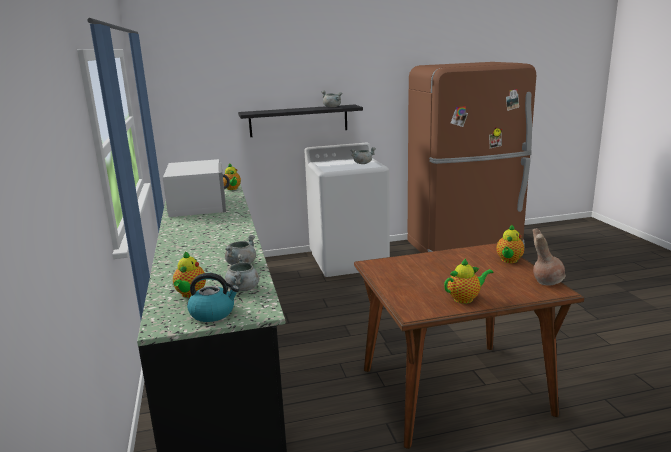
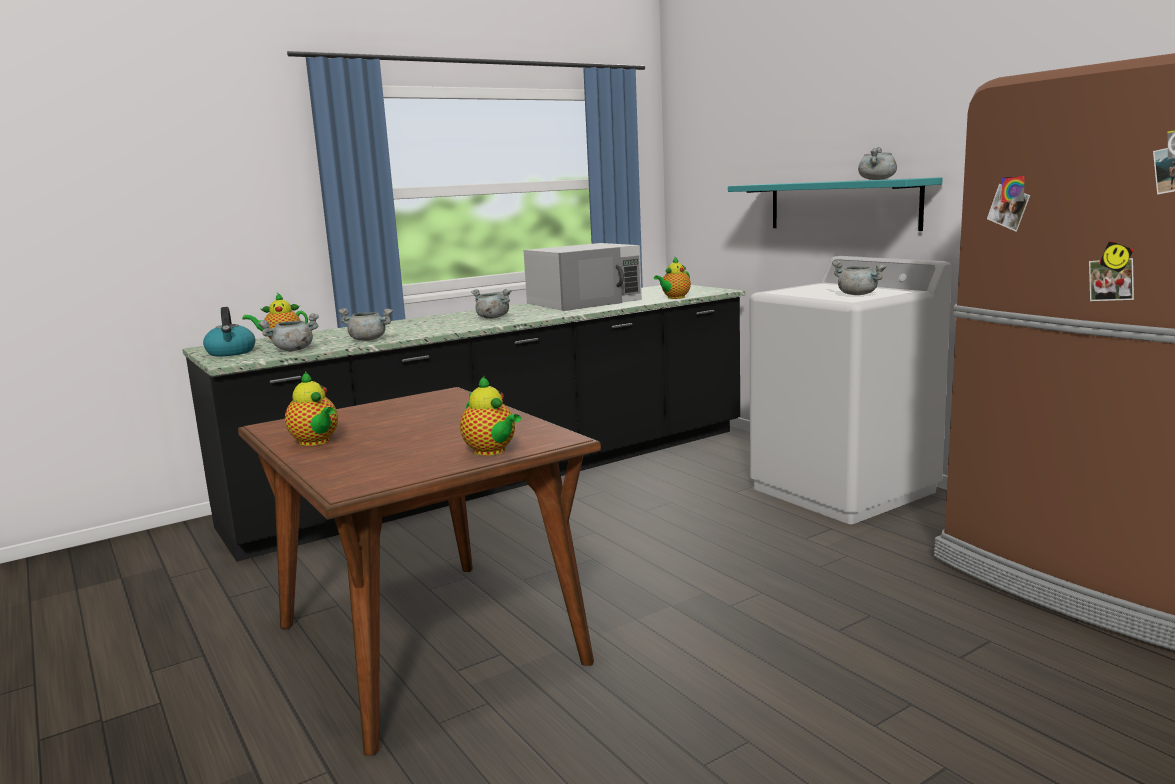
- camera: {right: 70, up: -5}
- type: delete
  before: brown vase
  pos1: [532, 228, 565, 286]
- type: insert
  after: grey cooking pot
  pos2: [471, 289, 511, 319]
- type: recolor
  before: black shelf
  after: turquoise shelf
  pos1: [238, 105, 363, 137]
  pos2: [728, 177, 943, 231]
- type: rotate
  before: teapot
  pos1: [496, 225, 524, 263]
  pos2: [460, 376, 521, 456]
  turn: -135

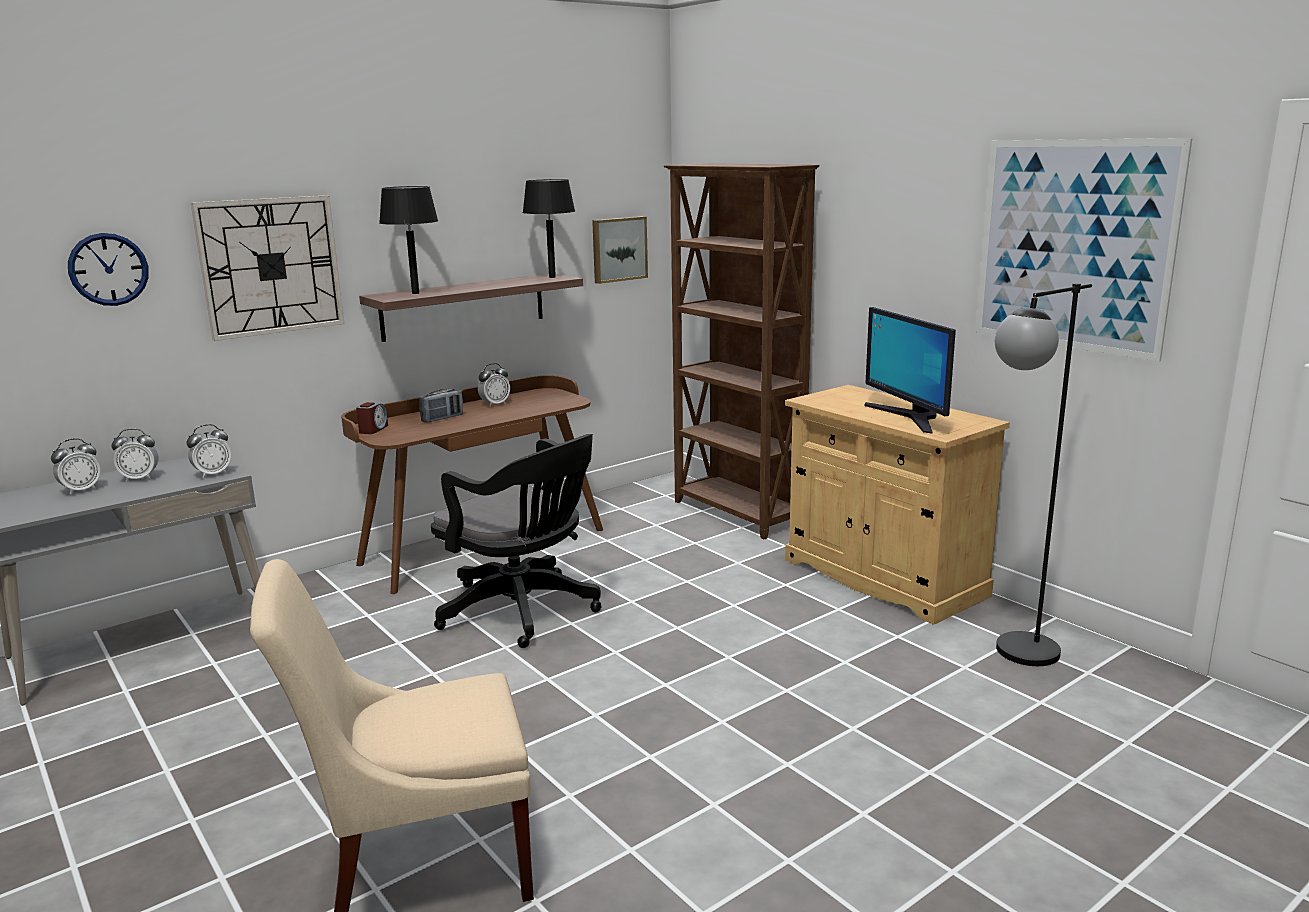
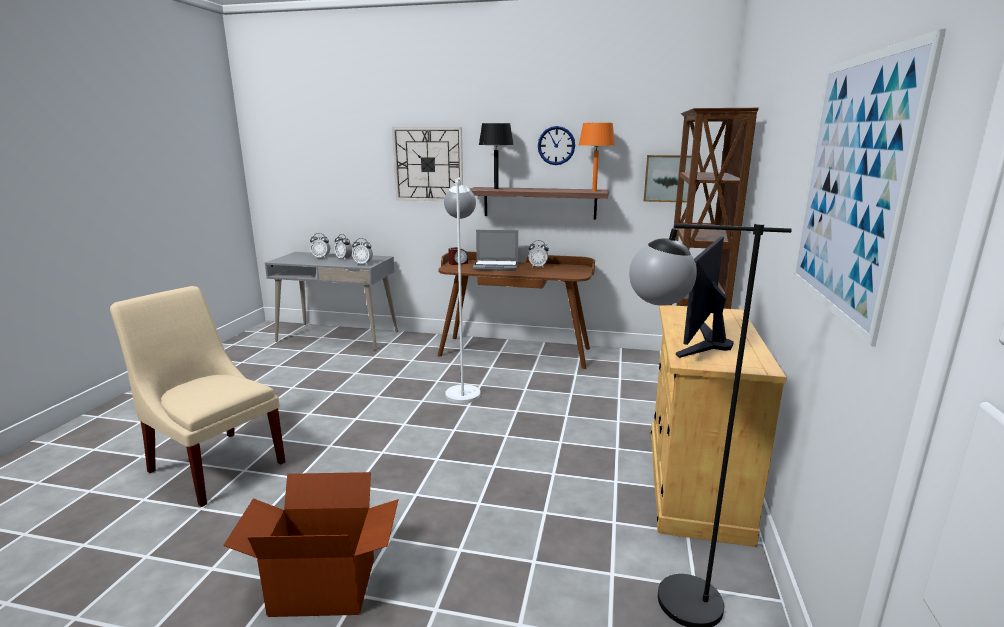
- camera: {right: 50, up: 0}
- type: insert
  after: cardboard box
  pos2: [223, 472, 399, 617]
- type: move
  before: wall clock
  pos1: [68, 233, 149, 306]
  pos2: [538, 126, 575, 165]
- type: replace
  before: radio
  after: laptop
  pos1: [419, 389, 463, 423]
  pos2: [473, 230, 518, 271]
- type: replace
  before: black office chair
  after: white floor lamp
  pos1: [431, 434, 601, 648]
  pos2: [444, 177, 481, 403]
- type: recolor
  before: black table lamp
  after: orange table lamp
  pos1: [522, 179, 575, 278]
  pos2: [579, 123, 615, 191]

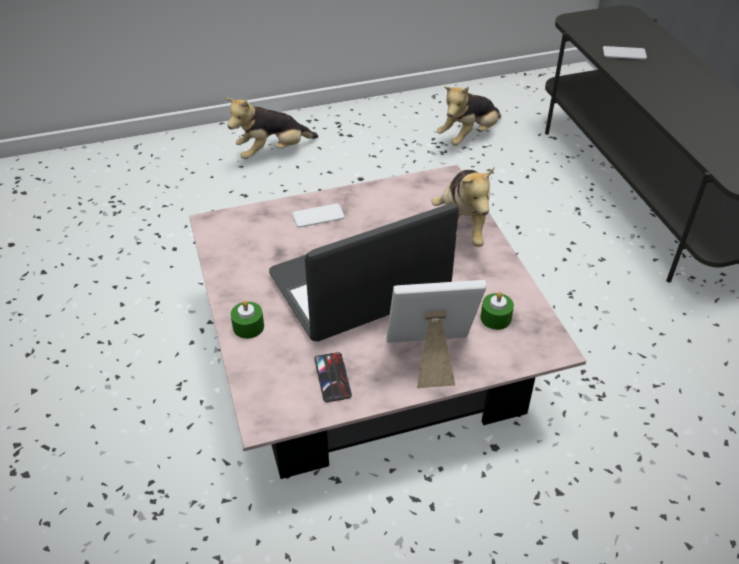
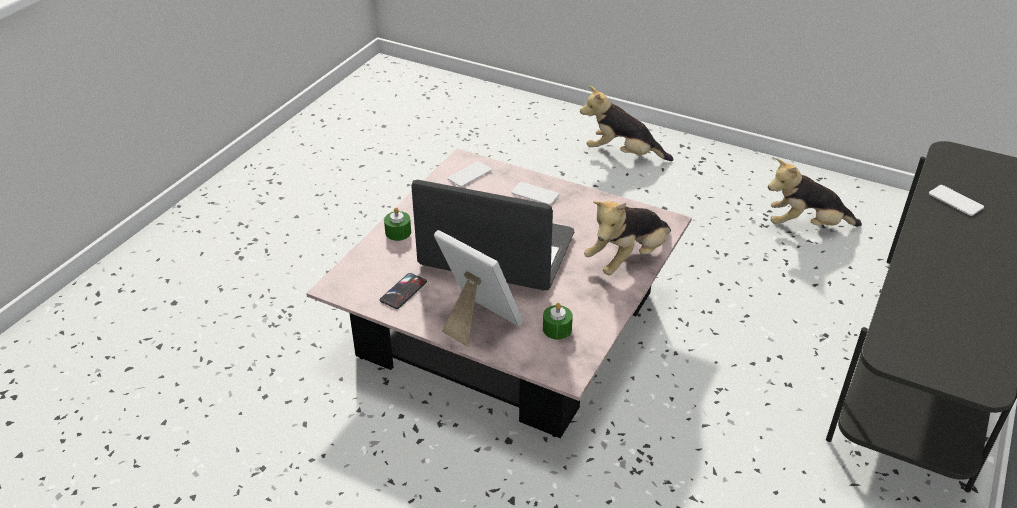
- camera: {right: 45, up: -5}
- type: insert
  after: phone
  pos2: [448, 161, 492, 187]

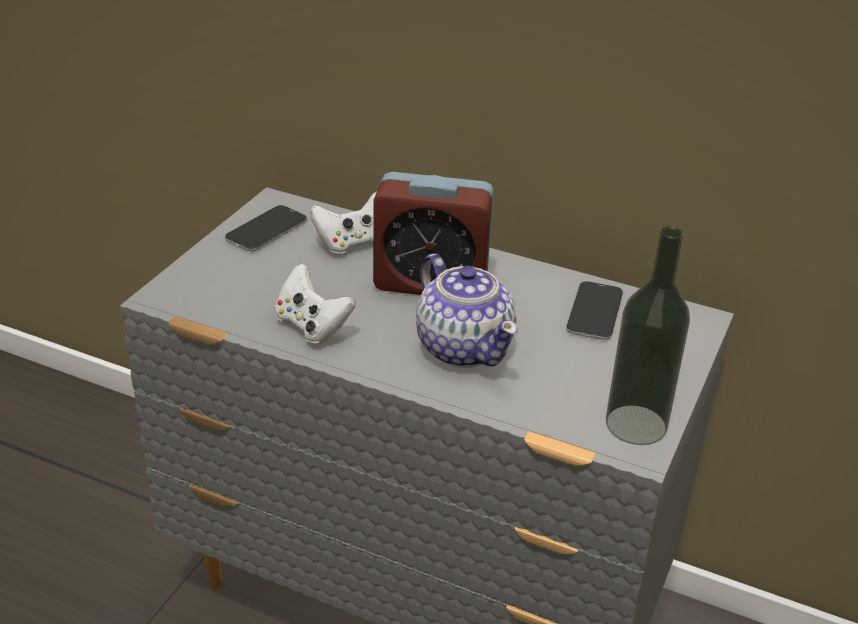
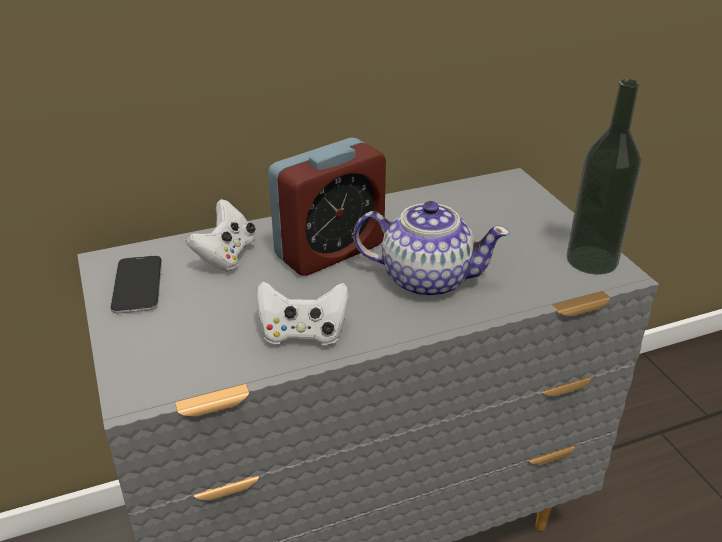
- camera: {right: -45, up: 0}
- type: delete
  before: phone
  pos1: [566, 281, 623, 340]

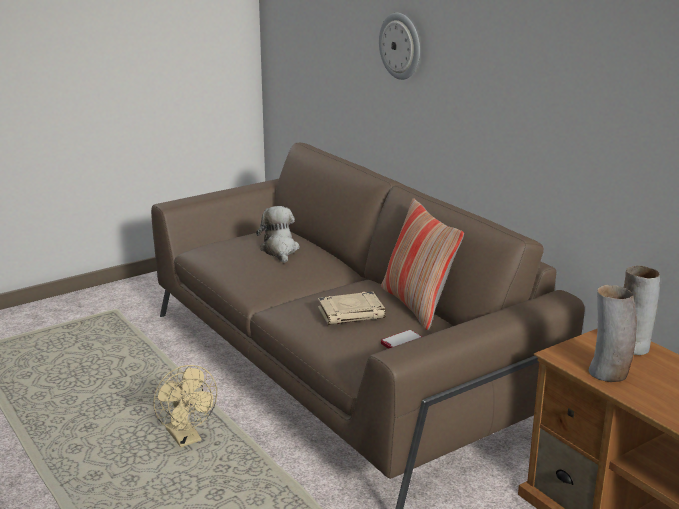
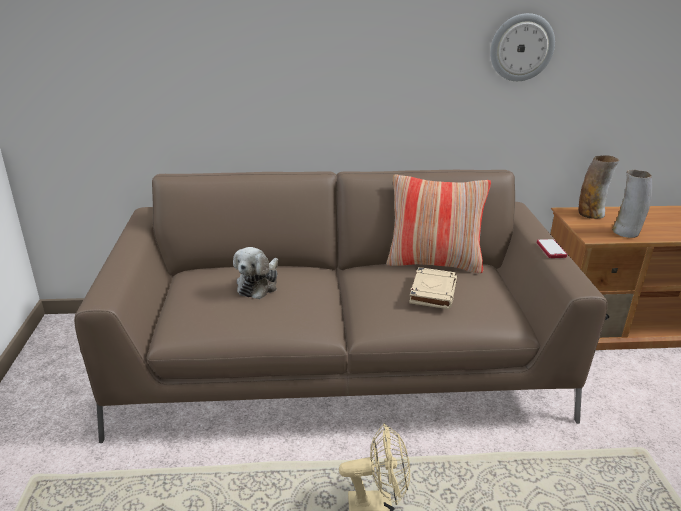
- camera: {right: -60, up: 5}
- type: move
  before: wall clock
  pos1: [379, 13, 420, 80]
  pos2: [490, 13, 555, 81]
- type: move
  before: phone
  pos1: [381, 330, 422, 349]
  pos2: [537, 239, 567, 258]
- type: rotate
  before: plush toy
  pos1: [256, 206, 300, 263]
  pos2: [233, 247, 278, 299]
  turn: -90

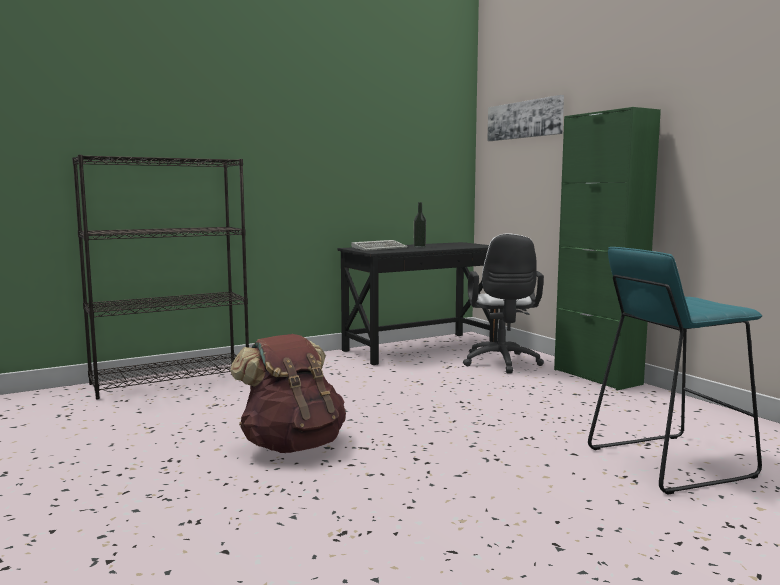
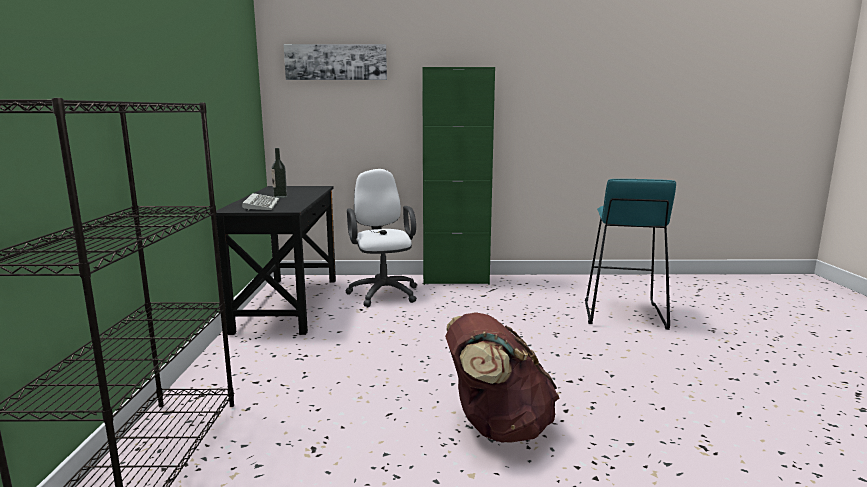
- camera: {right: -60, up: 5}
- type: rotate
  before: white office chair
  pos1: [463, 233, 544, 373]
  pos2: [345, 169, 417, 307]
  turn: -135

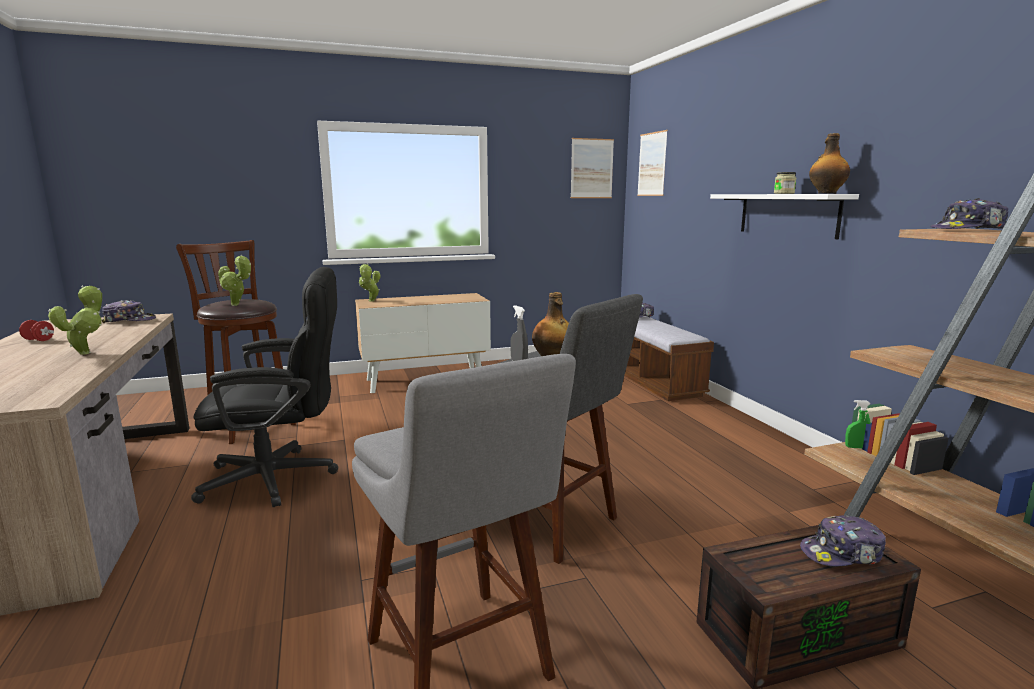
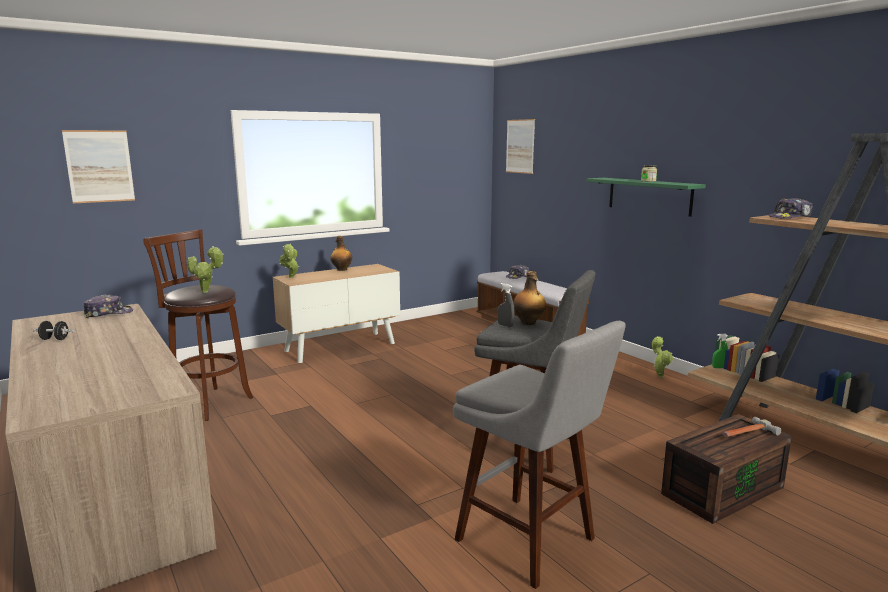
- camera: {right: -15, up: 0}
- type: delete
  before: black office chair
  pos1: [191, 267, 338, 507]
- type: move
  before: potted plant
  pos1: [48, 285, 102, 355]
  pos2: [652, 336, 673, 378]
- type: move
  before: picture
  pos1: [570, 138, 614, 198]
  pos2: [62, 130, 135, 203]
- type: move
  before: bottle
  pos1: [809, 133, 850, 194]
  pos2: [330, 236, 352, 271]
- type: replace
  before: cap
  after: hammer
  pos1: [800, 515, 886, 566]
  pos2: [722, 417, 781, 437]
- type: recolor
  before: red dumbbell
  after: black dumbbell
  pos1: [19, 320, 54, 341]
  pos2: [33, 321, 74, 340]
- type: recolor
  before: white shelf
  after: green shelf
  pos1: [710, 194, 859, 239]
  pos2: [586, 178, 706, 217]

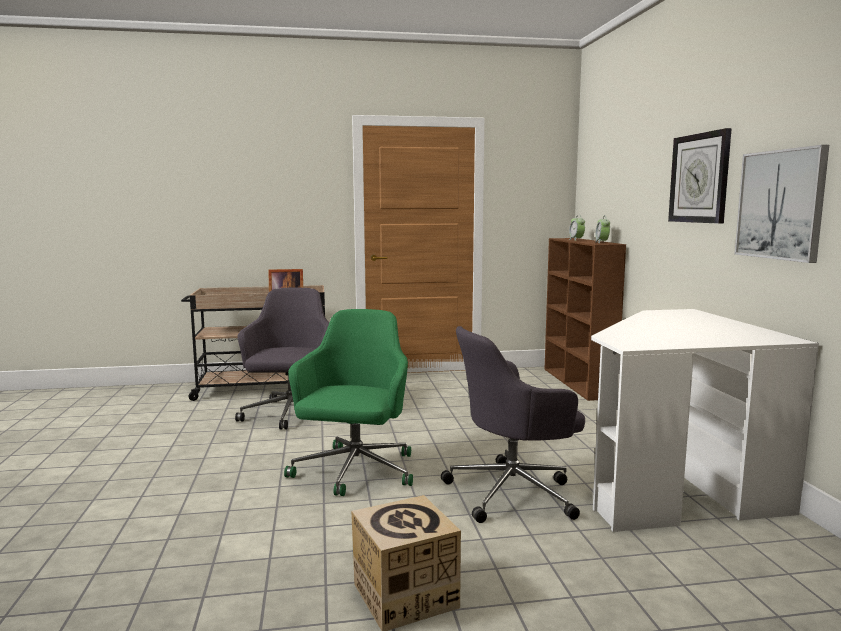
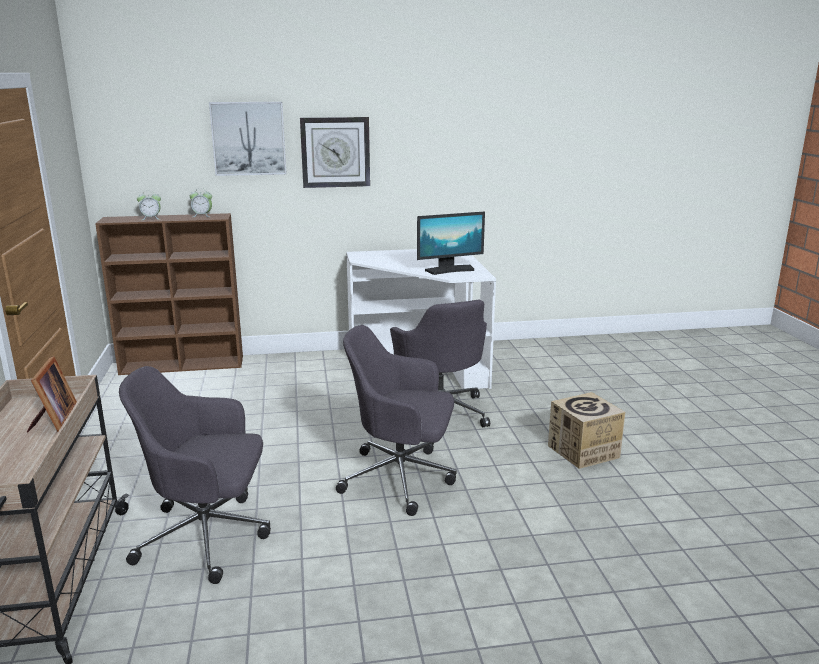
- camera: {right: -90, up: 10}
- type: insert
  after: monitor
  pos2: [417, 211, 485, 275]
- type: move
  before: picture
  pos1: [735, 145, 829, 263]
  pos2: [209, 102, 287, 176]
- type: recolor
  before: green office chair
  after: grey office chair
  pos1: [284, 309, 413, 496]
  pos2: [336, 325, 457, 516]

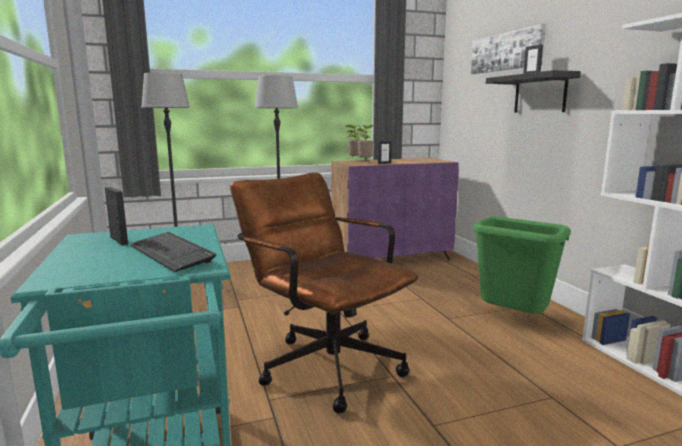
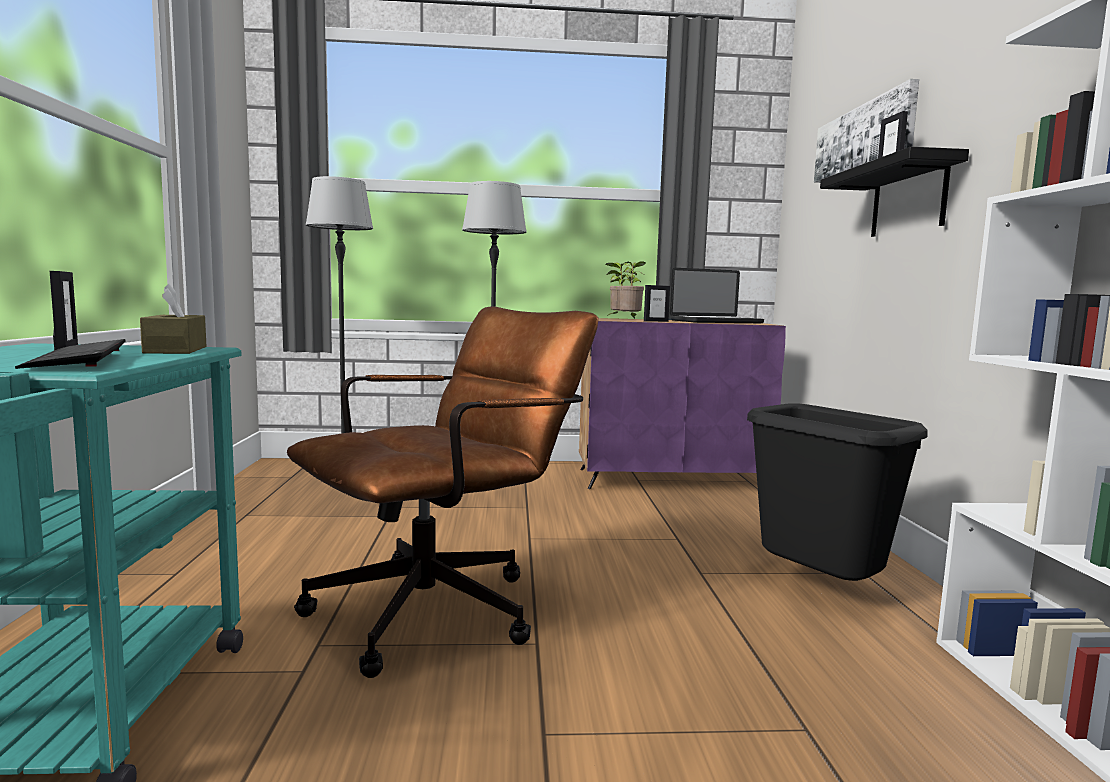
- camera: {right: 15, up: -5}
- type: insert
  after: brown tissue box
  pos2: [140, 283, 206, 354]
- type: insert
  after: laptop
  pos2: [670, 268, 764, 323]
- type: recolor
  before: green trash can
  after: black trash can
  pos1: [473, 216, 571, 314]
  pos2: [747, 403, 928, 581]
- type: rotate
  before: brown office chair
  pos1: [230, 173, 418, 413]
  pos2: [287, 306, 599, 678]
  turn: 75

